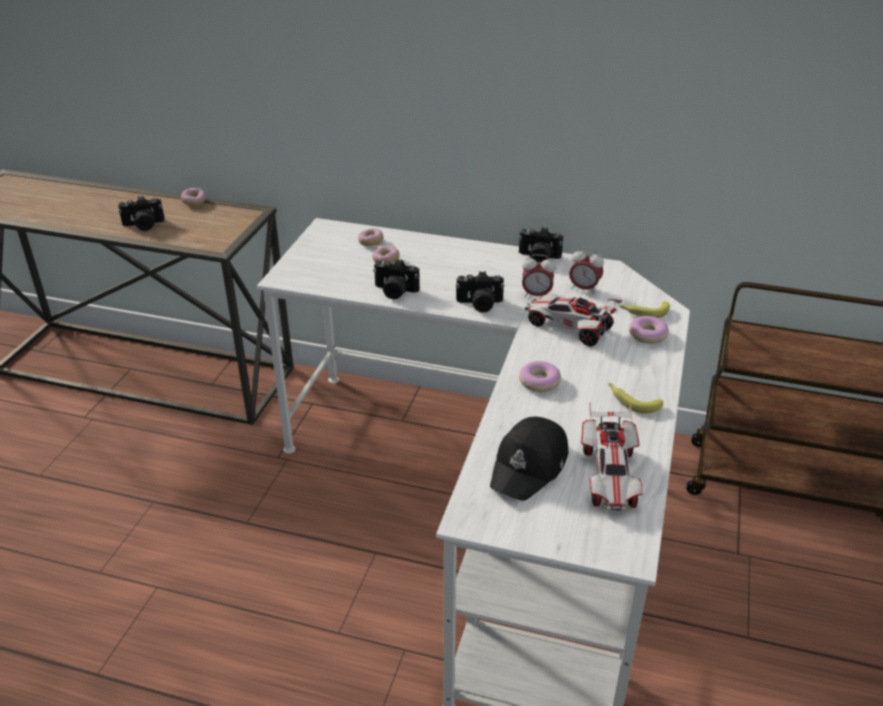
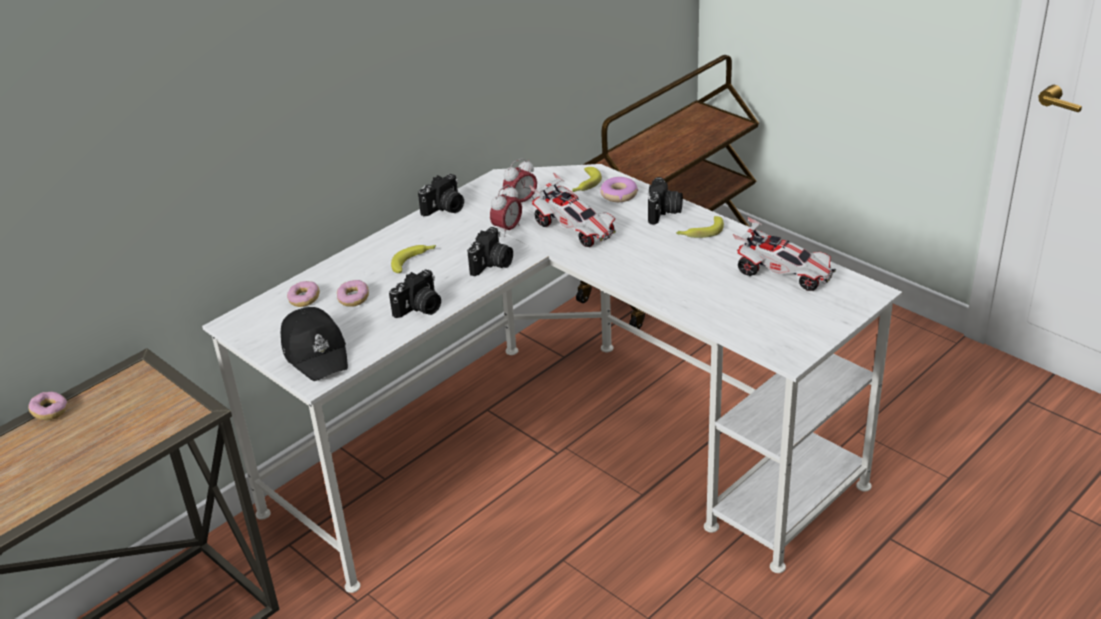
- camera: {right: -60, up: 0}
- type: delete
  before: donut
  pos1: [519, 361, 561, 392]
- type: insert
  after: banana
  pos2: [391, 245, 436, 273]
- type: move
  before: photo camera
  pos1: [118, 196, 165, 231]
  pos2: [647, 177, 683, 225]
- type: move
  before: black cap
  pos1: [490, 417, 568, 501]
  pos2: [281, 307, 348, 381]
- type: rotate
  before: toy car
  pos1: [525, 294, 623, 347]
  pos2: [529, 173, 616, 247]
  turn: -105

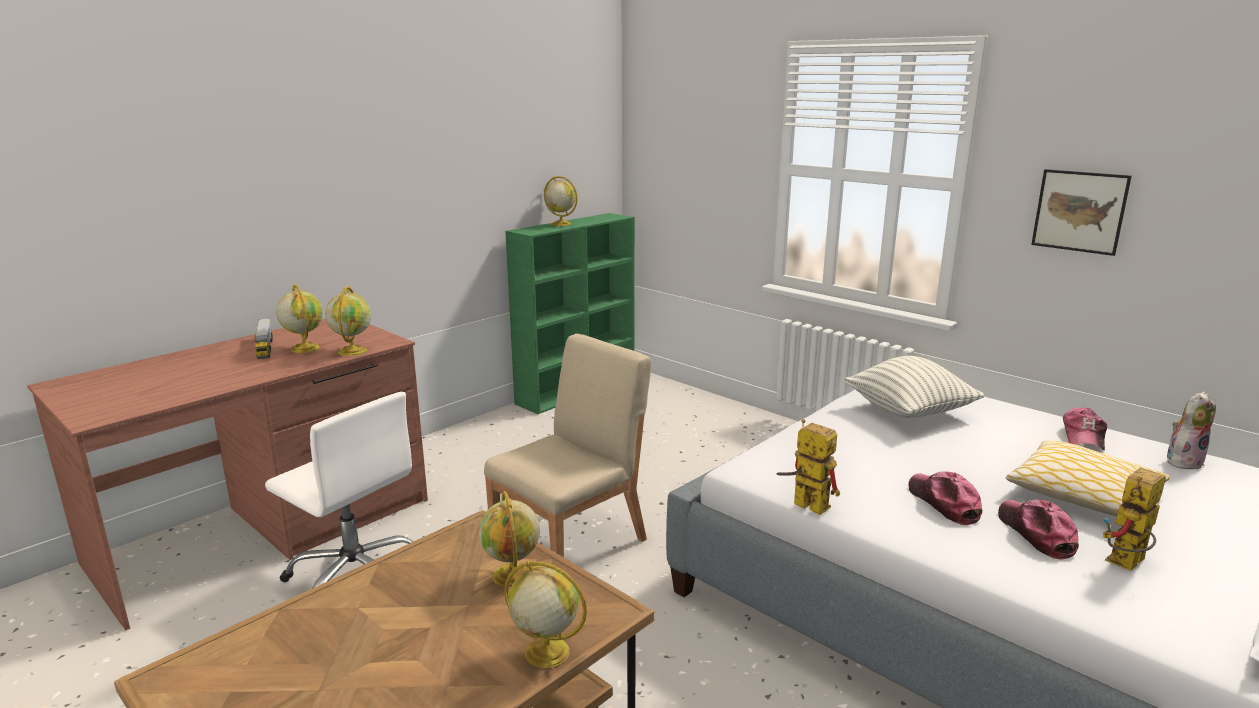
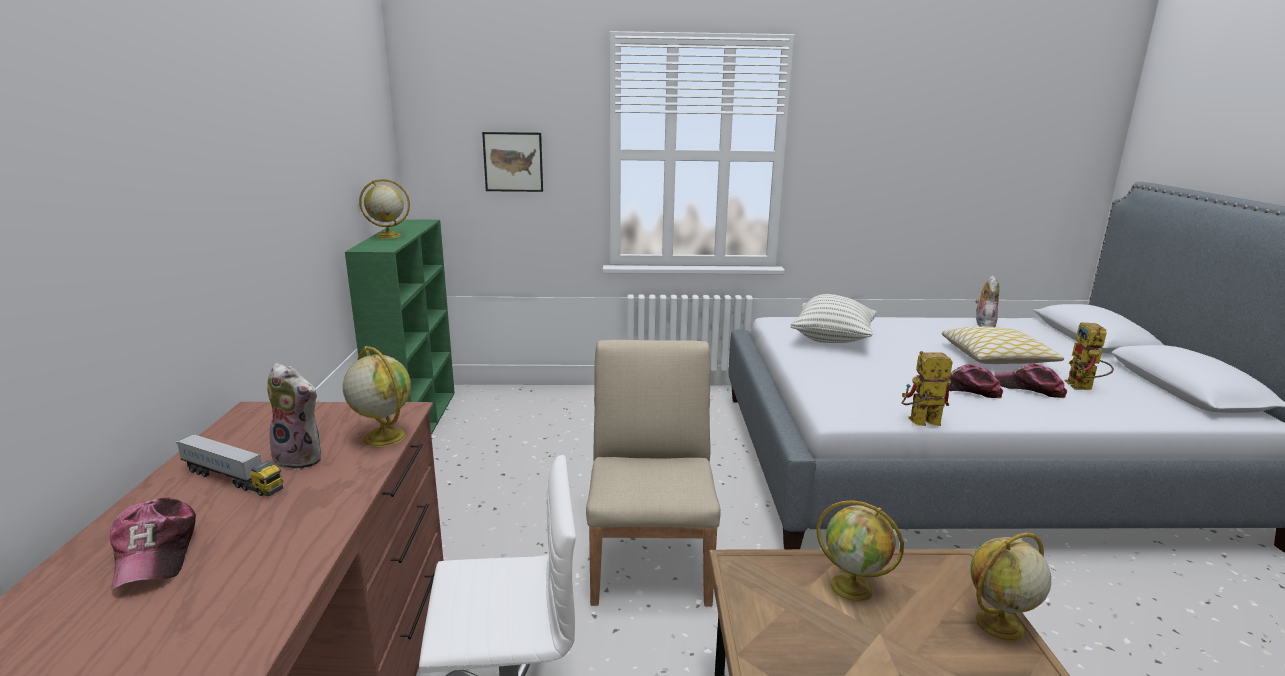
- camera: {right: -45, up: 0}
- type: move
  before: picture
  pos1: [1031, 169, 1132, 256]
  pos2: [482, 132, 543, 192]
- type: move
  before: cap
  pos1: [1063, 408, 1107, 450]
  pos2: [109, 498, 196, 590]
- type: replace
  before: globe
  after: plush toy
  pos1: [276, 284, 323, 353]
  pos2: [267, 363, 321, 470]

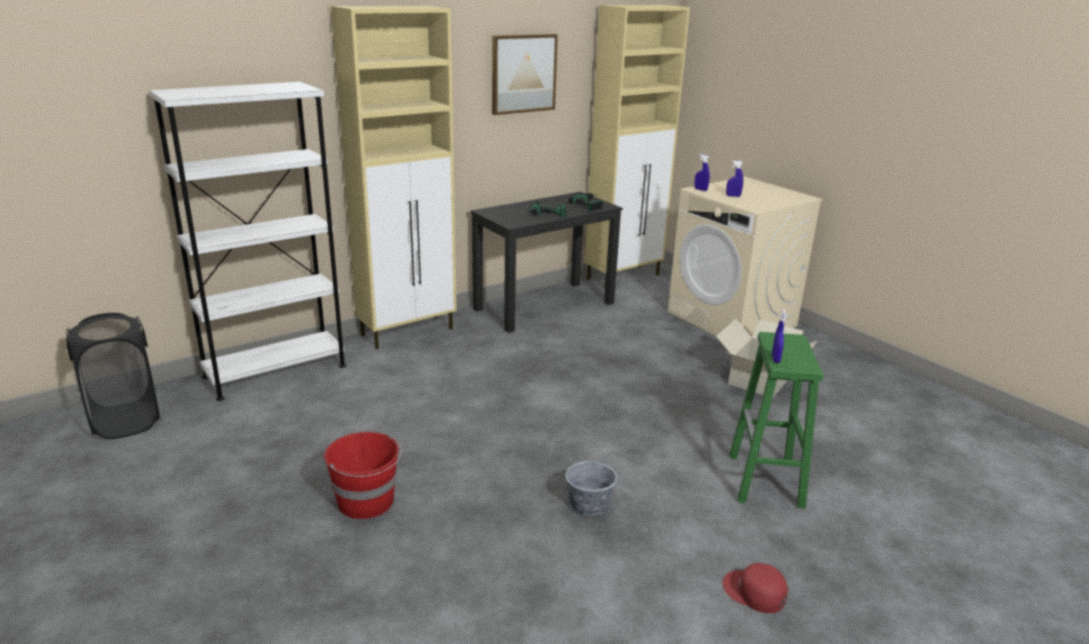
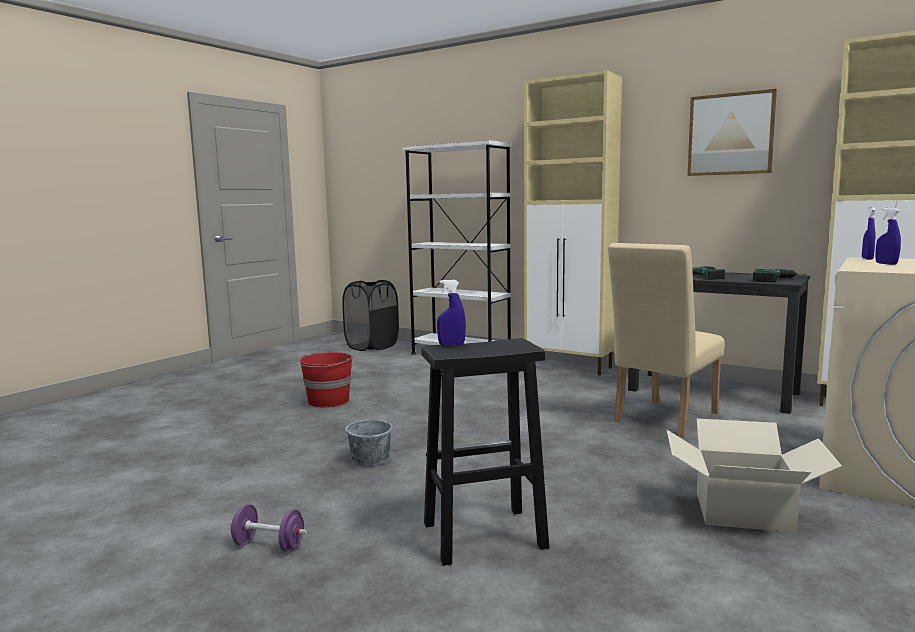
- camera: {right: 70, up: -15}
- type: insert
  after: beige chair
  pos2: [608, 243, 724, 437]
- type: replace
  before: red cap
  after: purple dumbbell
  pos1: [722, 563, 788, 613]
  pos2: [230, 504, 307, 552]
- type: recolor
  before: green stool
  after: black stool
  pos1: [729, 332, 823, 509]
  pos2: [421, 338, 549, 566]

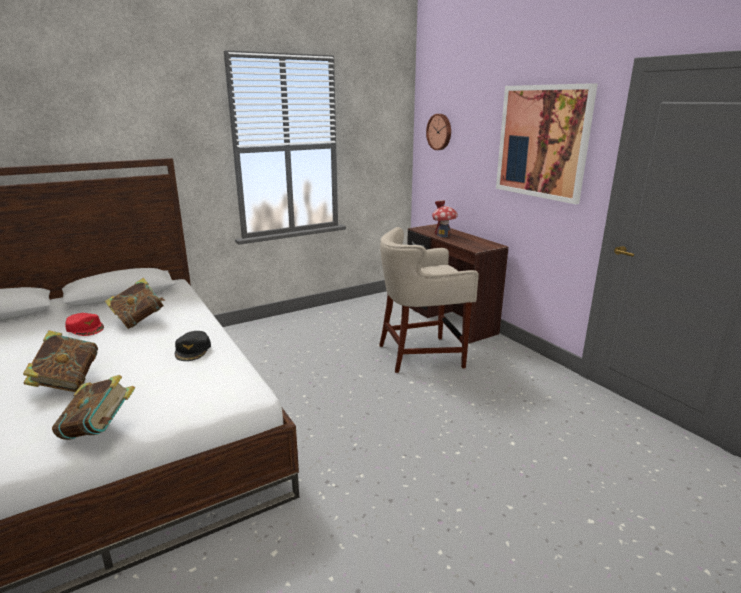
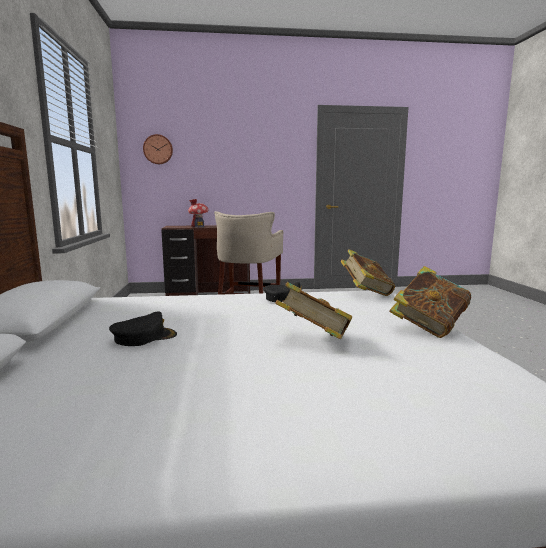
- camera: {right: -65, up: -10}
- type: delete
  before: picture
  pos1: [496, 83, 598, 204]
- type: move
  before: book
  pos1: [105, 278, 166, 329]
  pos2: [341, 249, 395, 296]
- type: recolor
  before: red cap
  after: black cap
  pos1: [65, 313, 104, 336]
  pos2: [109, 311, 177, 346]

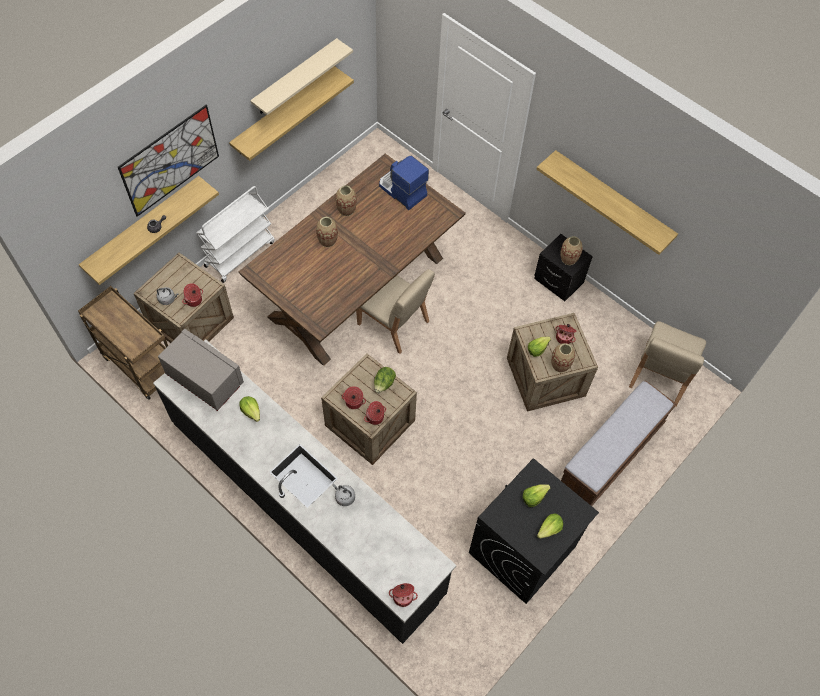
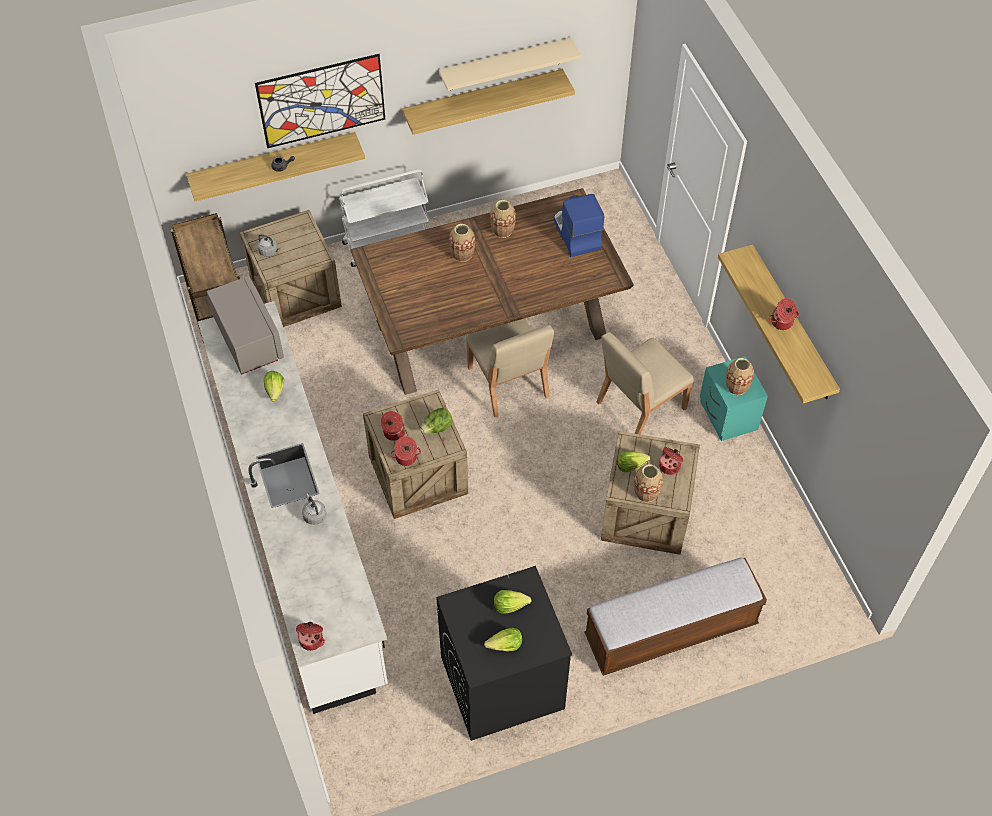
- camera: {right: 30, up: -5}
- type: move
  before: cooking pot
  pos1: [182, 283, 203, 307]
  pos2: [769, 298, 799, 330]
- type: move
  before: beige chair
  pos1: [629, 321, 706, 407]
  pos2: [596, 332, 694, 434]
- type: recolor
  before: black counter
  after: white counter
  pos1: [153, 339, 456, 644]
  pos2: [198, 301, 388, 714]
- type: recolor
  before: black nightstand
  after: turquoise nightstand
  pos1: [534, 234, 593, 301]
  pos2: [700, 356, 768, 441]

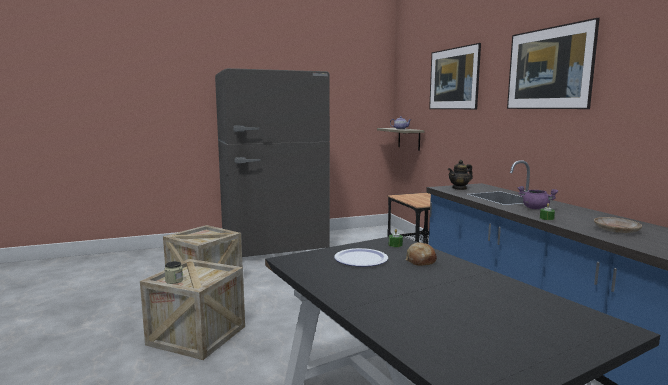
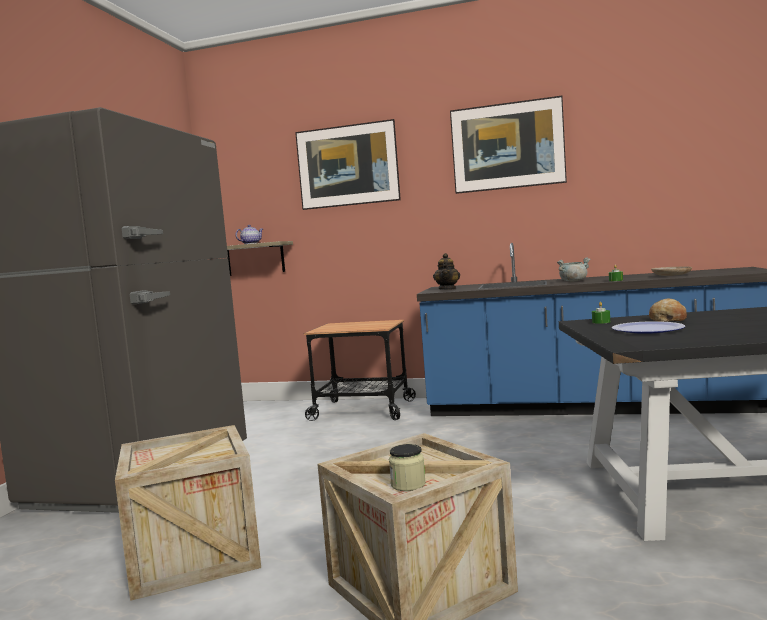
- camera: {right: -55, up: -5}
- type: recolor
  before: purple cooking pot
  after: grey cooking pot
  pos1: [518, 186, 558, 209]
  pos2: [557, 258, 590, 282]

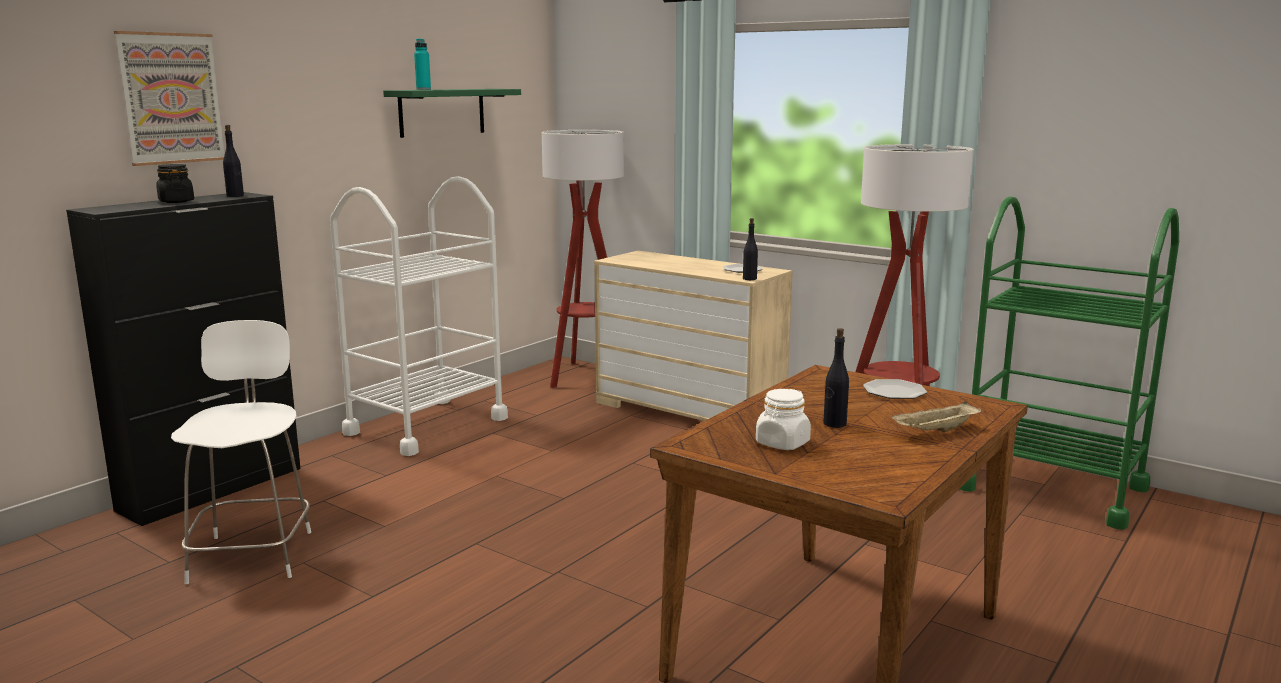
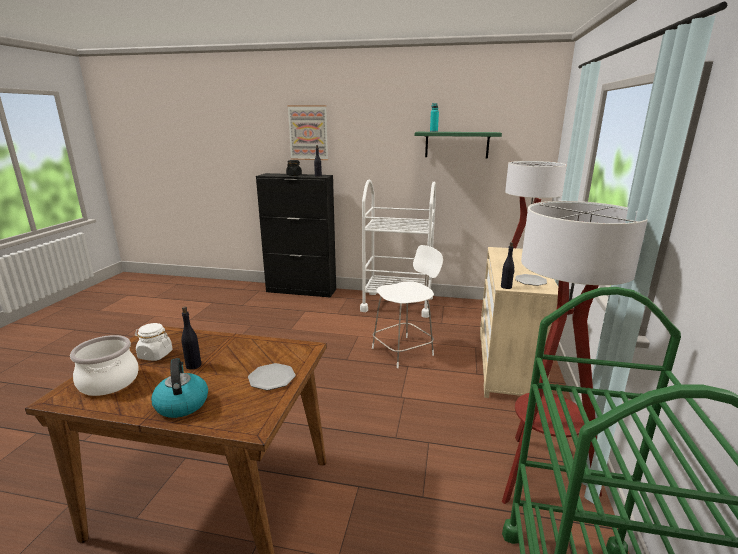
- camera: {right: 65, up: 5}
- type: insert
  after: cooking pot
  pos2: [70, 335, 139, 396]
- type: move
  before: white chair
  pos1: [171, 320, 311, 584]
  pos2: [372, 245, 443, 368]
- type: replace
  before: beige tray
  after: kettle
  pos1: [891, 401, 981, 432]
  pos2: [151, 358, 208, 418]

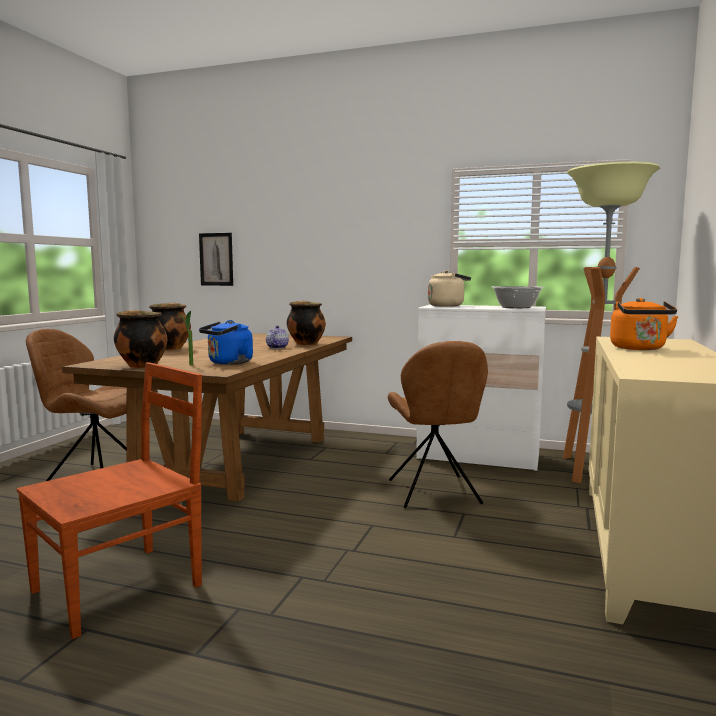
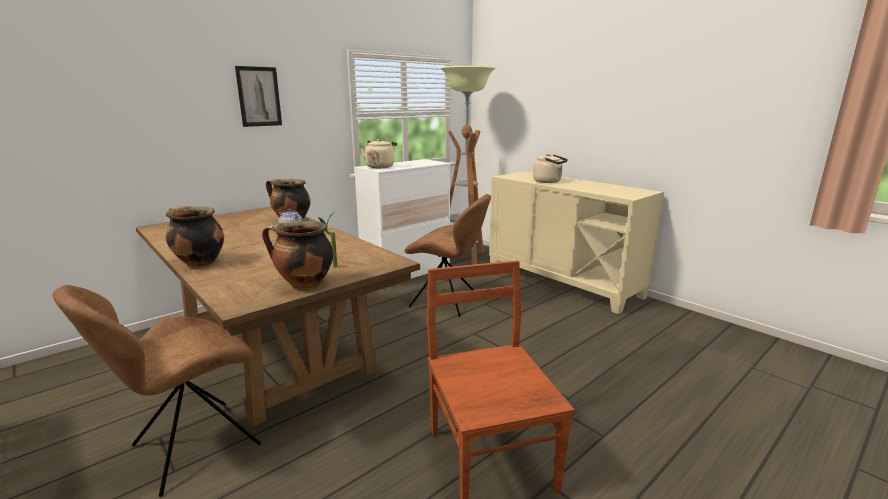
- camera: {right: -60, up: 10}
- type: delete
  before: blue kettle
  pos1: [199, 320, 253, 365]
- type: delete
  before: cooking pot
  pos1: [491, 286, 544, 308]
- type: move
  before: picture
  pos1: [199, 233, 233, 286]
  pos2: [235, 66, 282, 127]
- type: recolor
  before: orange kettle
  after: beige kettle
  pos1: [610, 298, 679, 350]
  pos2: [533, 154, 568, 183]

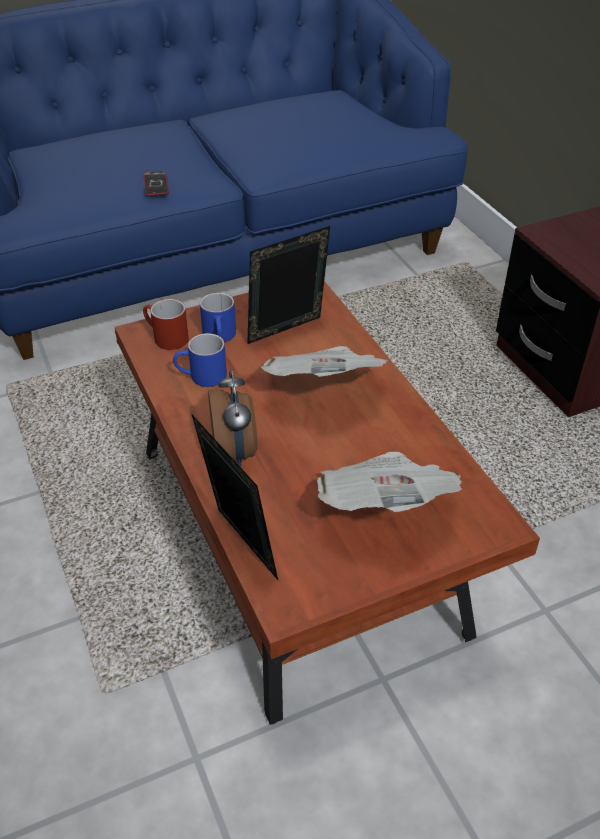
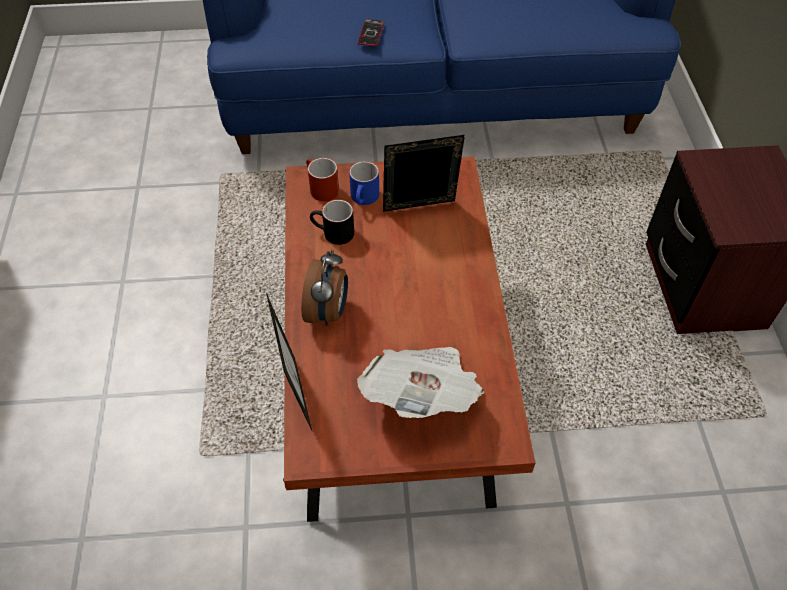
- camera: {right: 20, up: 10}
- type: delete
  before: newspaper
  pos1: [261, 346, 389, 377]
- type: recolor
  before: blue mug
  after: black mug
  pos1: [173, 333, 227, 387]
  pos2: [310, 200, 354, 245]

